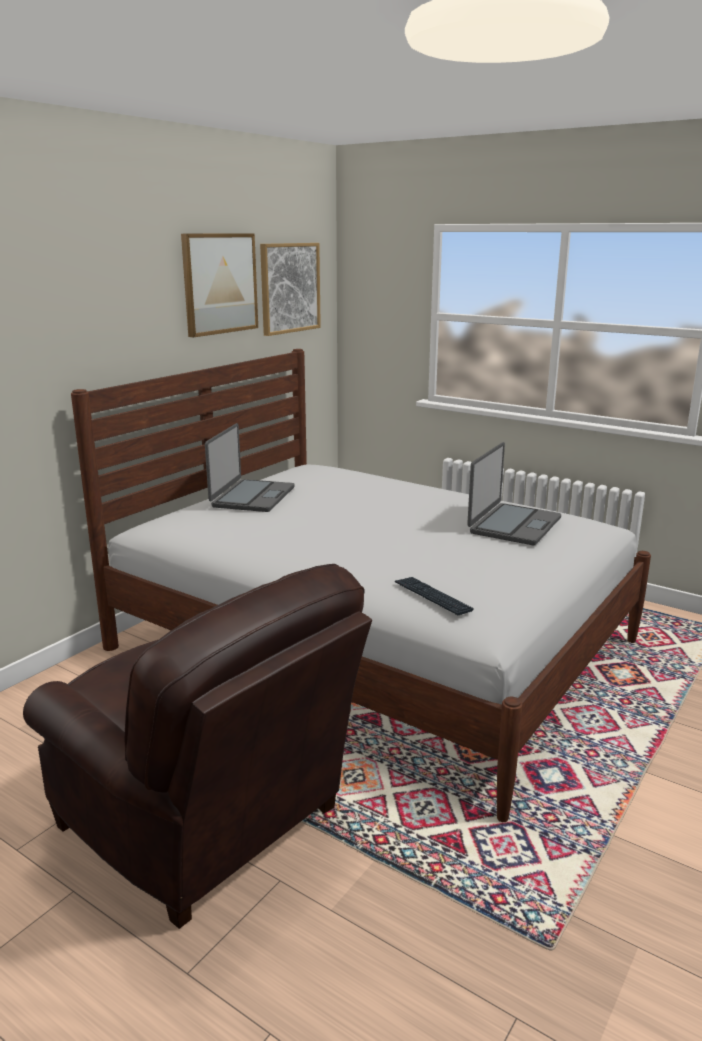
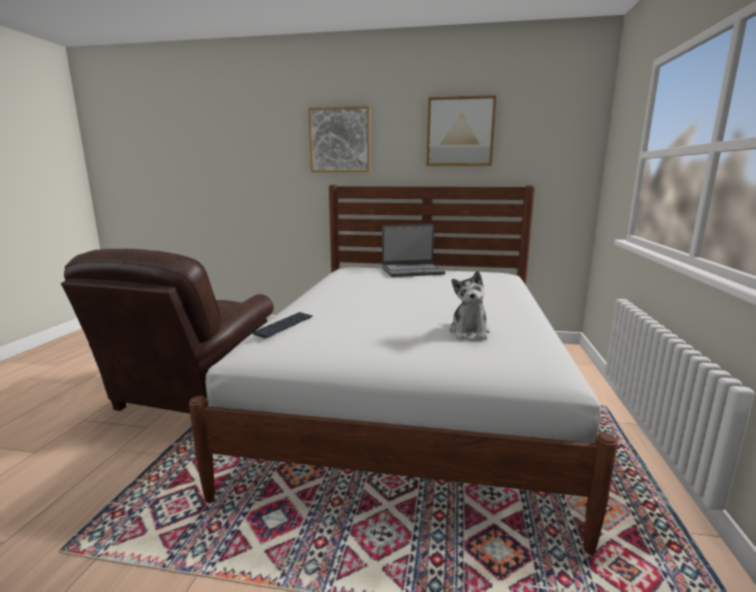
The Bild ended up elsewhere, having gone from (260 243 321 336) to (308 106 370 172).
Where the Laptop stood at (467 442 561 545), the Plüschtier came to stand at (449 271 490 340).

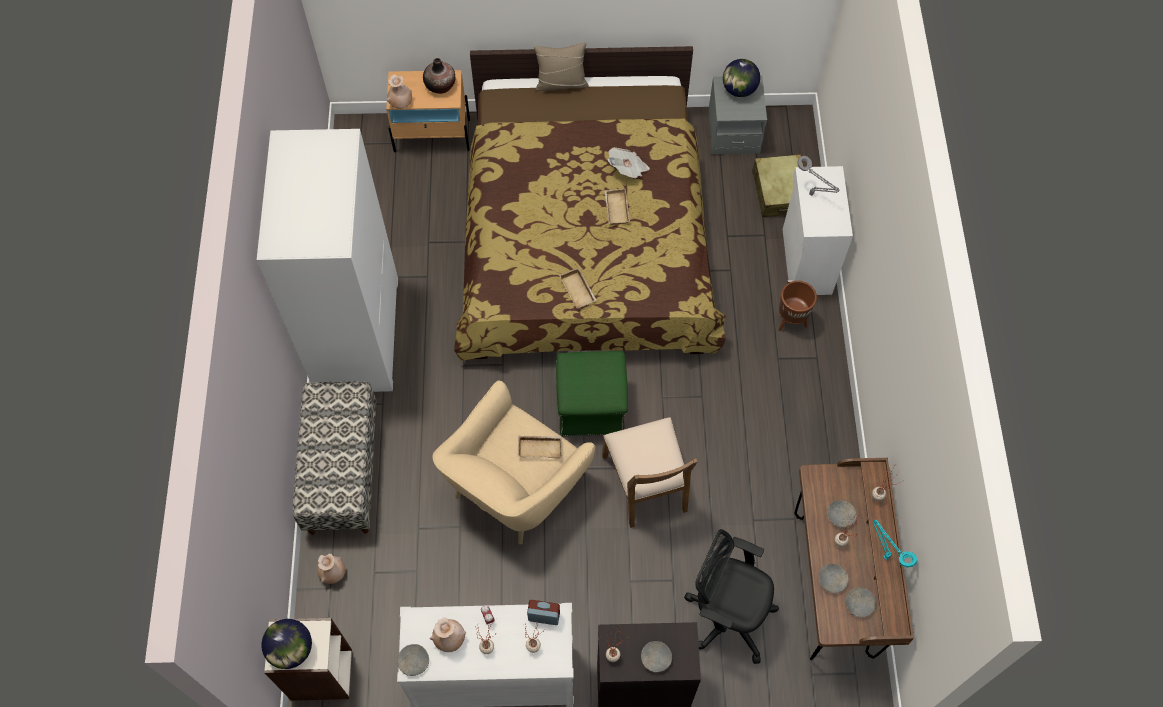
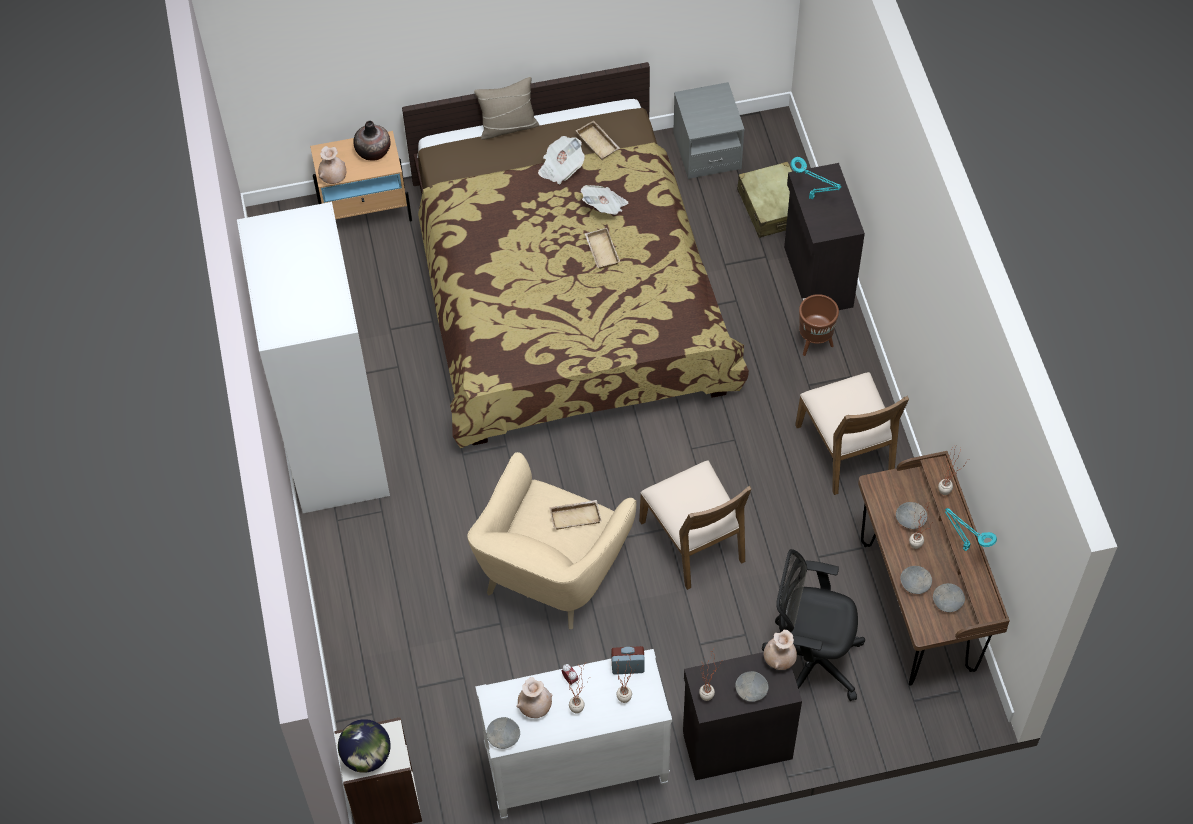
The second view lost the Bank at (293 381 376 535).
The second view lost the Polsterhocker [grün] at (556 351 628 436).
The second view lost the Globus at (723 59 760 97).
The second view gained the Zeitung at (538 136 585 184).
The second view gained the Stuhl [braun] at (795 372 909 495).
The Vase [beige] ended up elsewhere, having gone from (317 554 345 584) to (763 630 797 670).
The Tablett [beige] ended up elsewhere, having gone from (559 267 597 309) to (576 120 620 160).
What was the Schrank [weiß] at (783 166 853 295) turned into the Schrank [schwarz] at (784 163 865 310).
What was the Tischlampe [grau] at (797 156 840 196) turned into the Tischlampe [türkis] at (791 157 841 200).

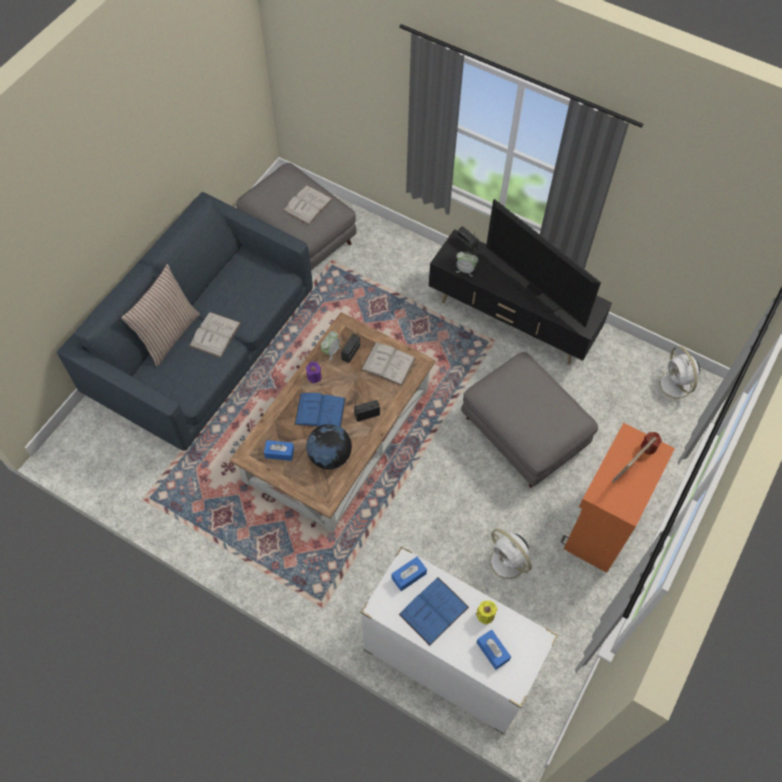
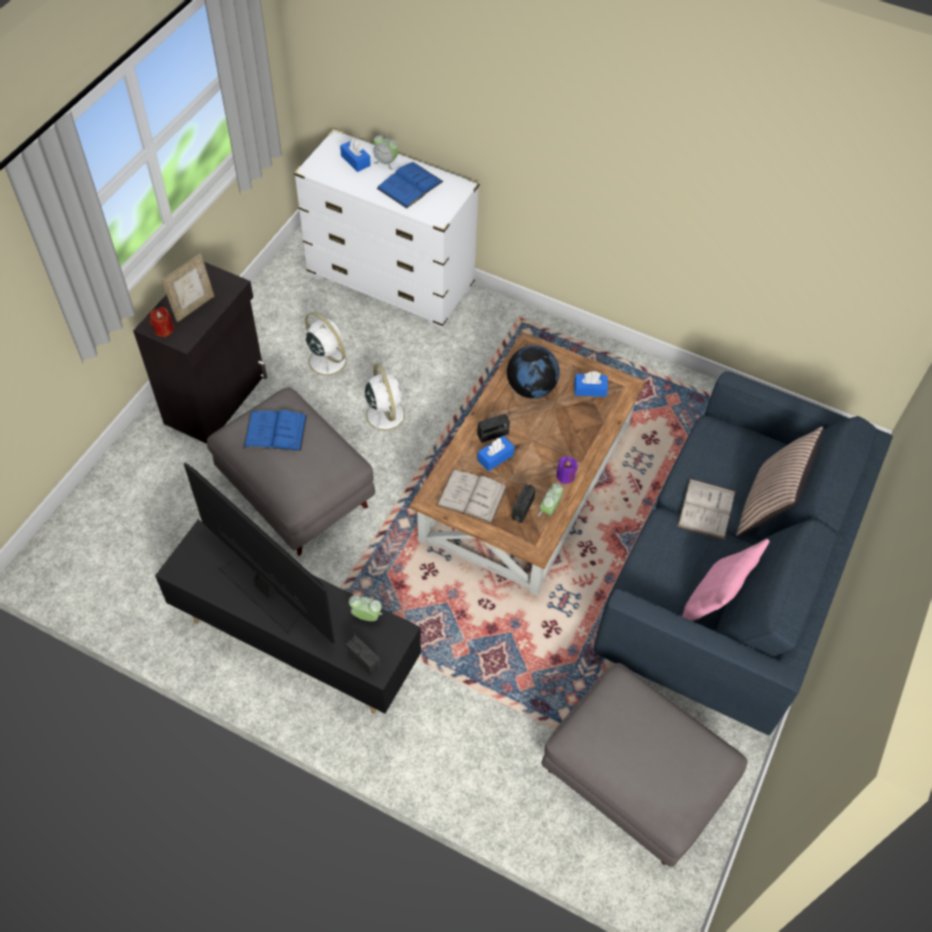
The second view lost the Buch [weiß] at (283 185 333 225).
The second view lost the Kerze [gelb] at (476 601 497 625).
The second view gained the Wecker at (373 134 398 170).
The second view gained the Kissen [rosa] at (682 539 770 621).
The Buch [blau] ended up elsewhere, having gone from (294 393 346 427) to (243 410 307 452).
The Taschentuchbox [blau] ended up elsewhere, having gone from (391 557 427 591) to (477 436 514 471).
The Ventilator [weiß] ended up elsewhere, having gone from (652 346 700 406) to (356 364 413 441).
What was the Schrank [orange] at (561 423 675 573) turned into the Schrank [schwarz] at (133 262 267 444).

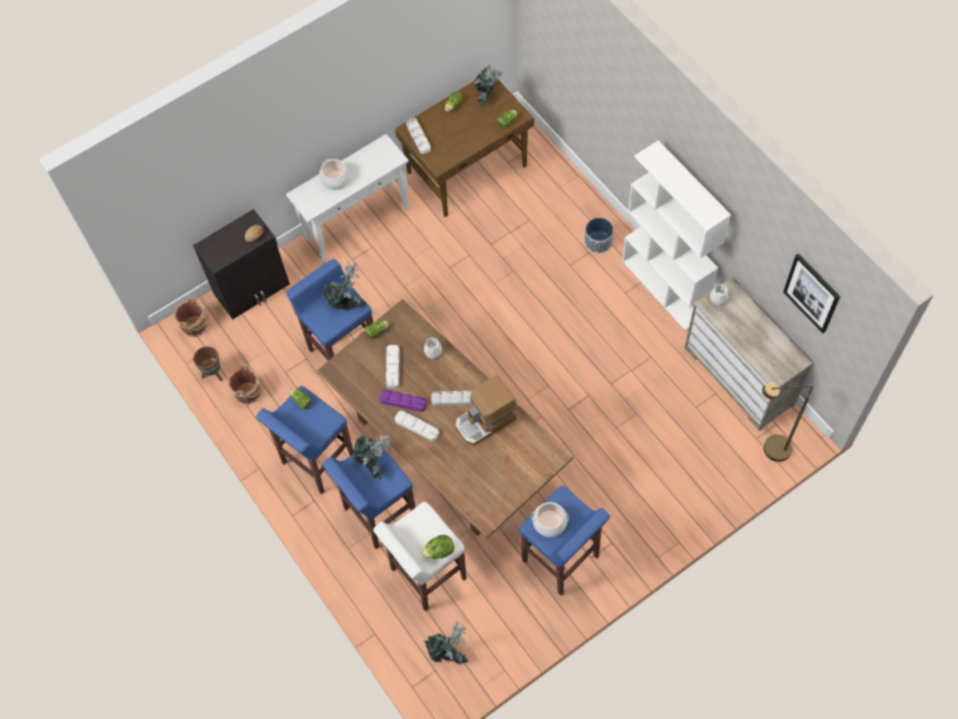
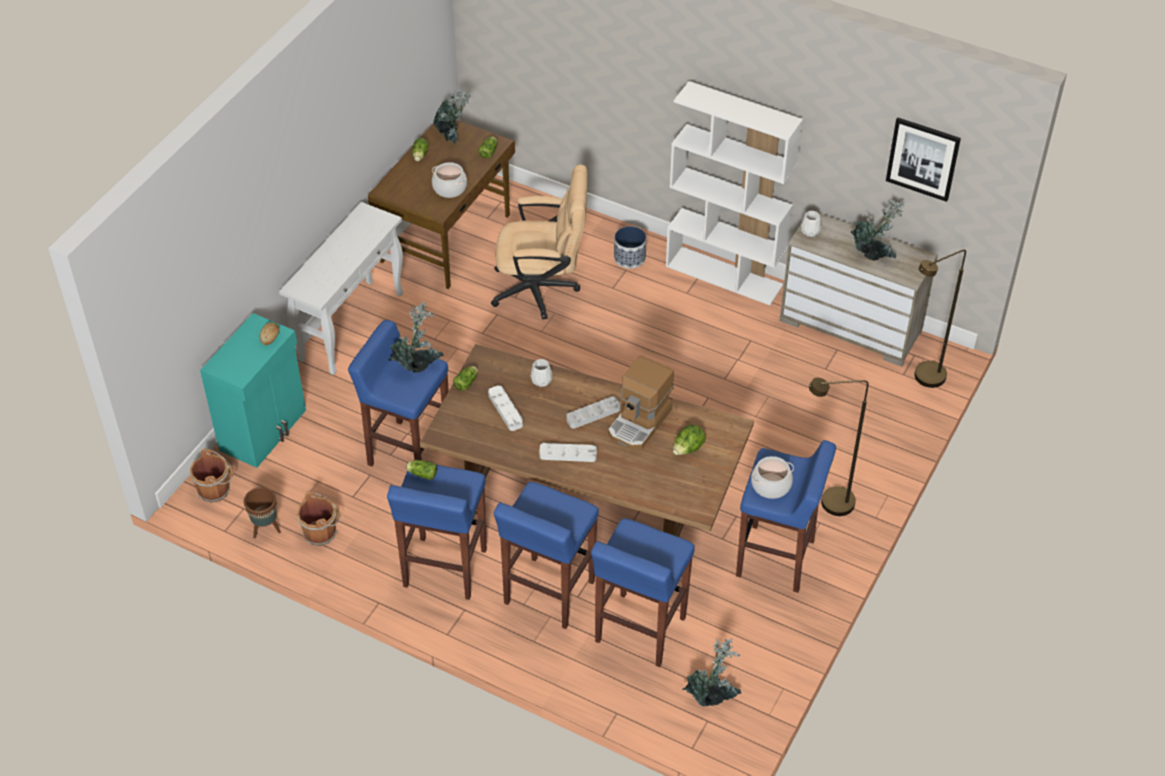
The second view lost the Tablett [lila] at (380 390 427 412).
The second view lost the Tablett [weiß] at (406 118 431 154).
The second view gained the Bürostuhl [beige] at (491 164 587 320).
The second view gained the Stehlampe [braun] at (809 378 869 516).
The Kochtopf ended up elsewhere, having gone from (319 159 350 190) to (432 162 467 198).
The Topfpflanze ended up elsewhere, having gone from (353 435 390 480) to (851 200 905 261).
The Salatkopf ended up elsewhere, having gone from (421 535 454 559) to (673 425 706 455).
What was the Schrank [schwarz] at (193 209 290 320) turned into the Schrank [türkis] at (200 313 306 468).
What was the Hocker [weiß] at (373 502 467 611) turned into the Hocker [blau] at (591 518 695 667).

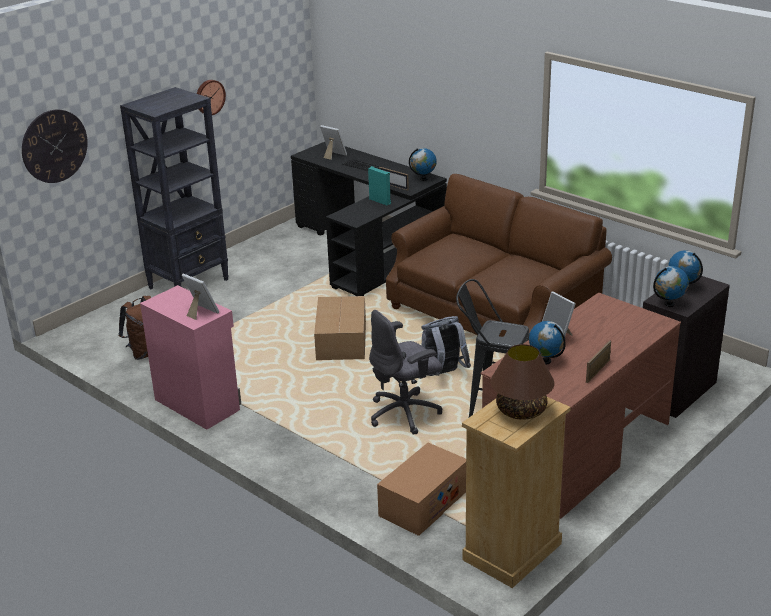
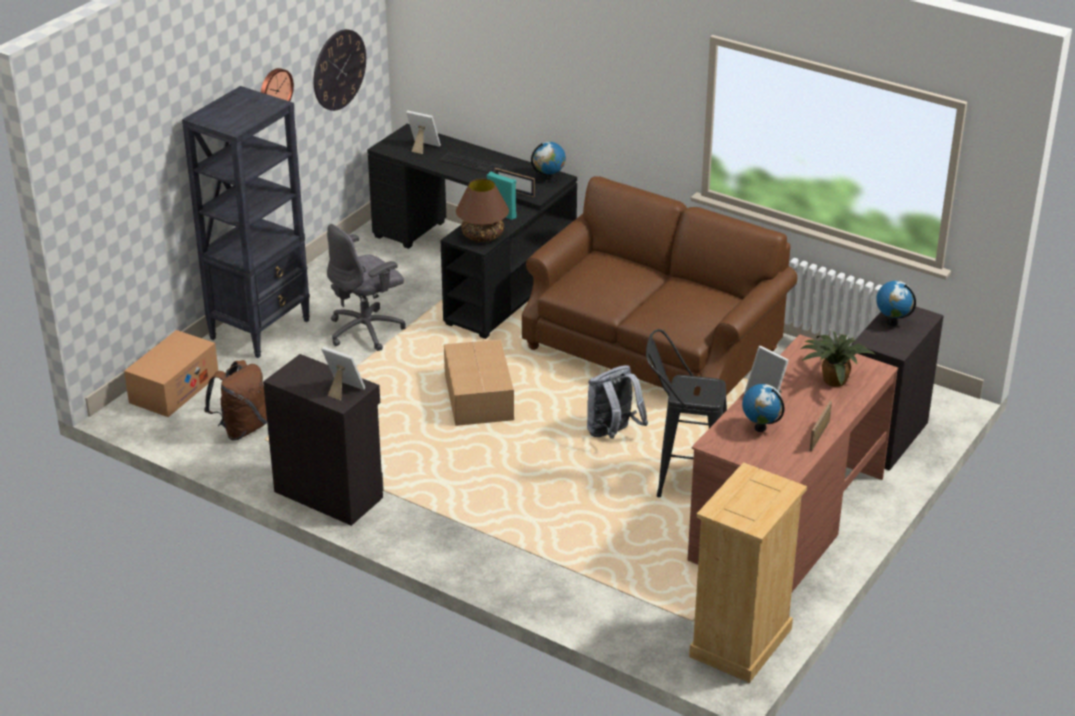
The second view lost the Globus at (653 266 689 307).
The second view gained the Topfpflanze at (801 331 875 387).
The Wanduhr ended up elsewhere, having gone from (22 110 88 183) to (313 29 366 111).
The Bürostuhl [grau] ended up elsewhere, having gone from (369 310 442 434) to (327 224 405 351).
The Karton ended up elsewhere, having gone from (377 443 466 536) to (124 330 218 417).
The Tischlampe [braun] ended up elsewhere, having gone from (490 344 555 420) to (456 179 509 242).
What was the Schrank [rosa] at (140 285 241 430) turned into the Schrank [schwarz] at (263 354 384 526).

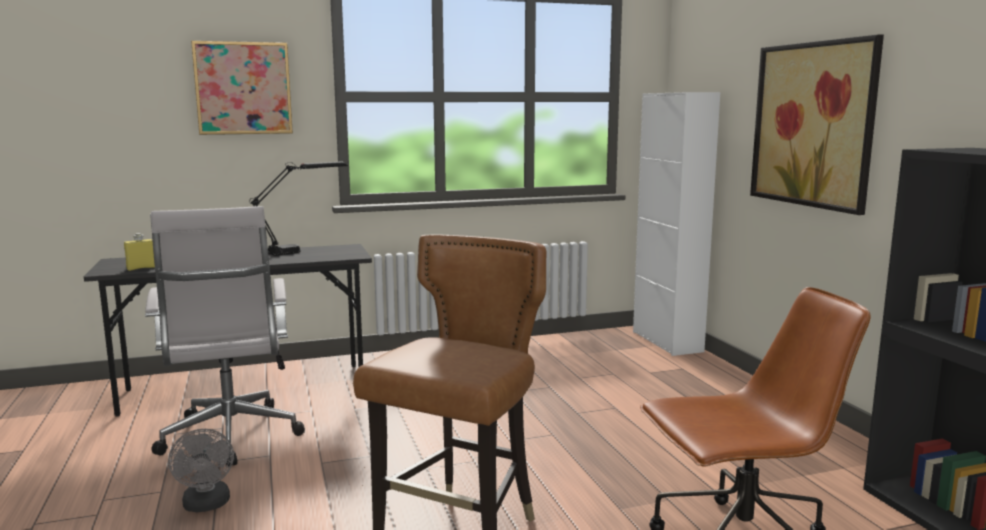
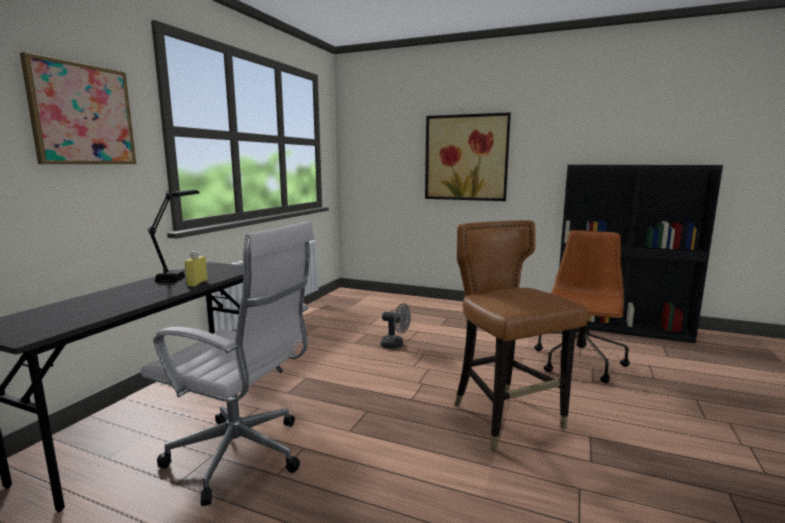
The second view lost the Schrank [weiß] at (633 92 720 356).
The Flasche [gelb] ended up elsewhere, having gone from (124 233 155 271) to (185 251 208 286).
The Ventilator [grau] ended up elsewhere, having gone from (168 429 234 512) to (380 303 411 349).

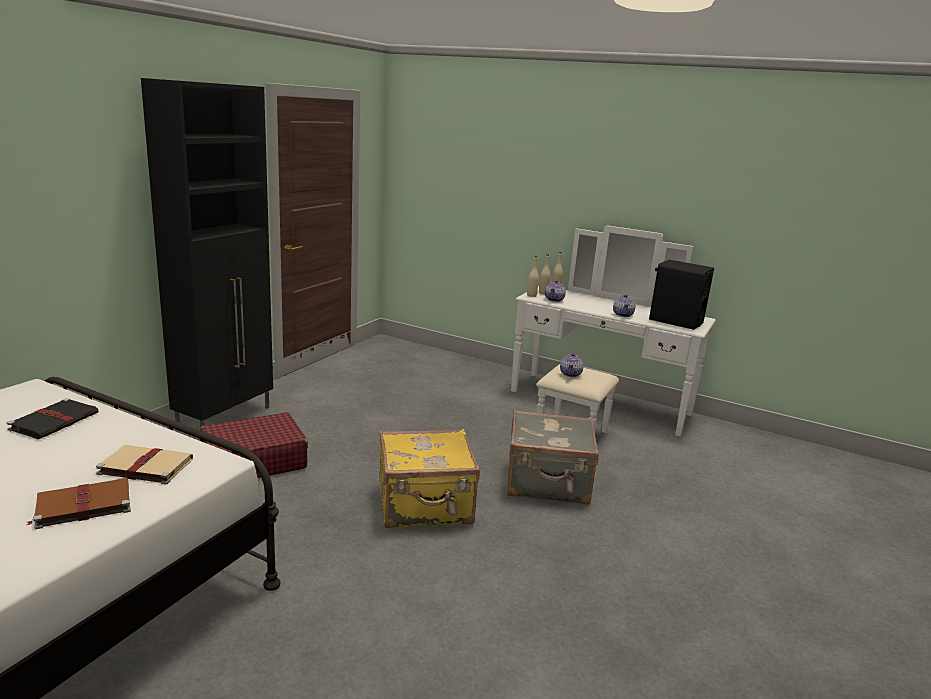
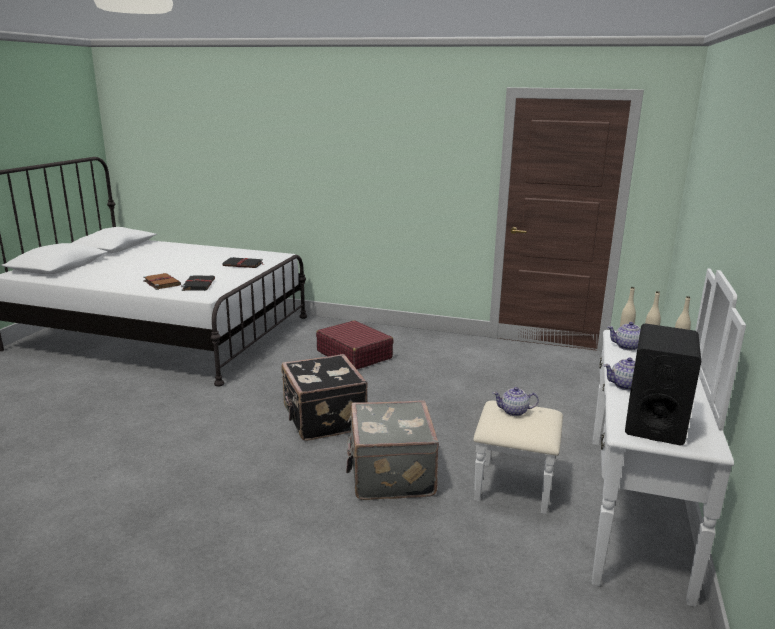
The second view lost the Schrank [schwarz] at (141 78 273 428).
What was the Buch [beige] at (96 445 193 484) turned into the Buch [schwarz] at (181 275 215 291).
What was the Koffer [gelb] at (379 429 480 528) turned into the Koffer [schwarz] at (281 354 368 441).

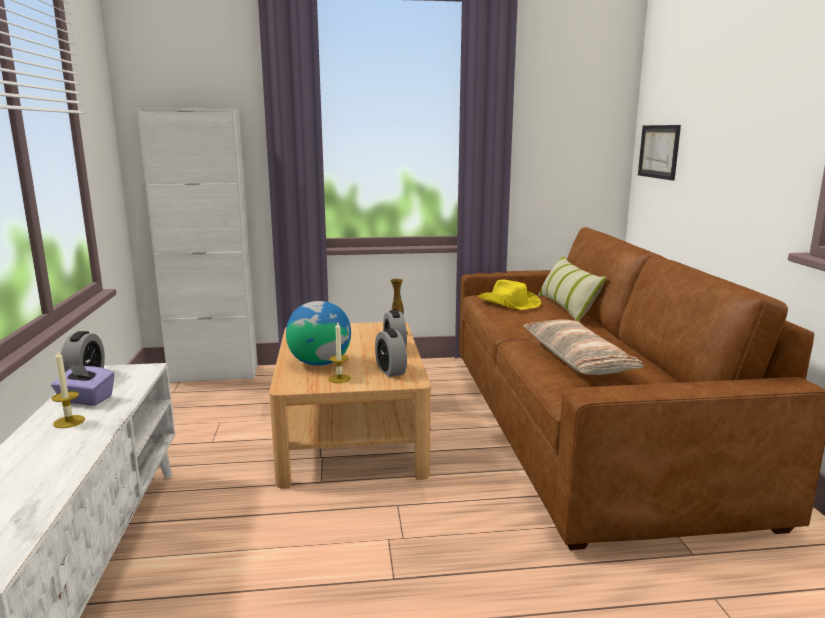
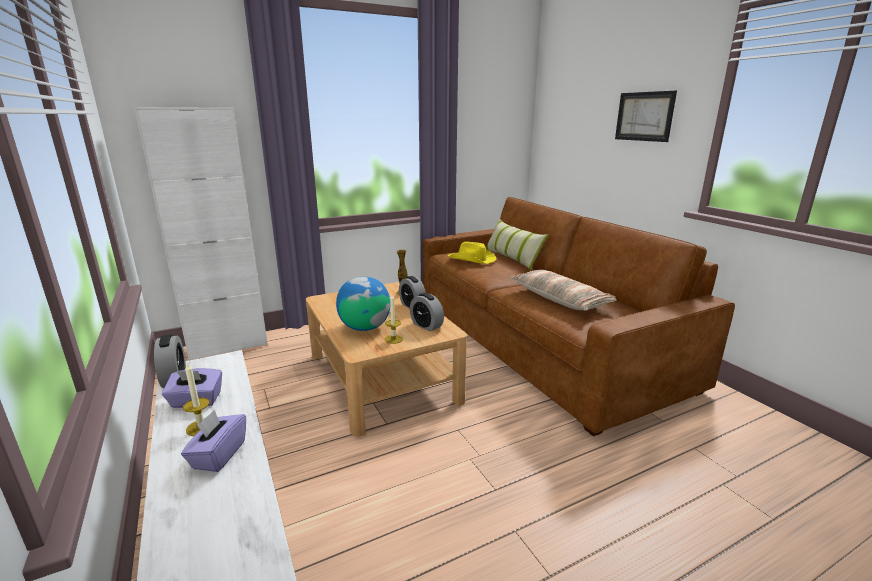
The second view gained the Taschentuchbox [lila] at (181 410 246 472).
The Bild ended up elsewhere, having gone from (638 125 681 181) to (615 91 677 142).

